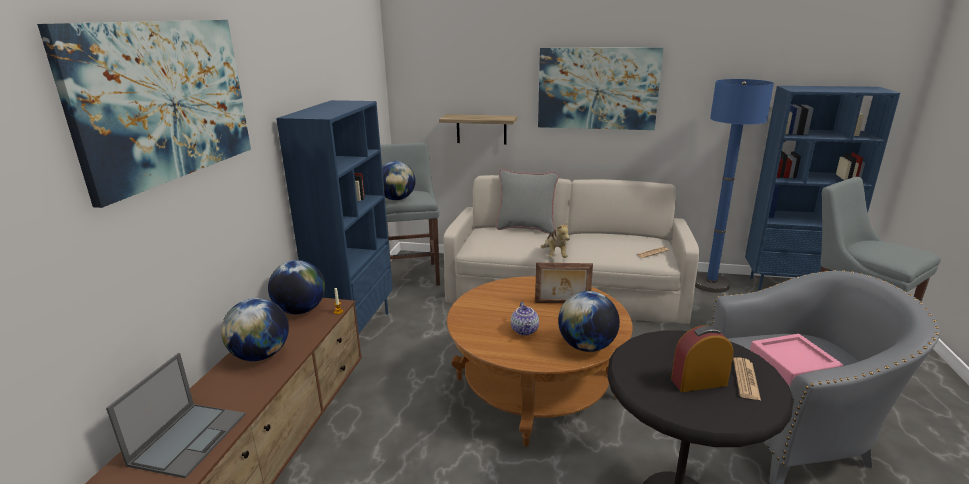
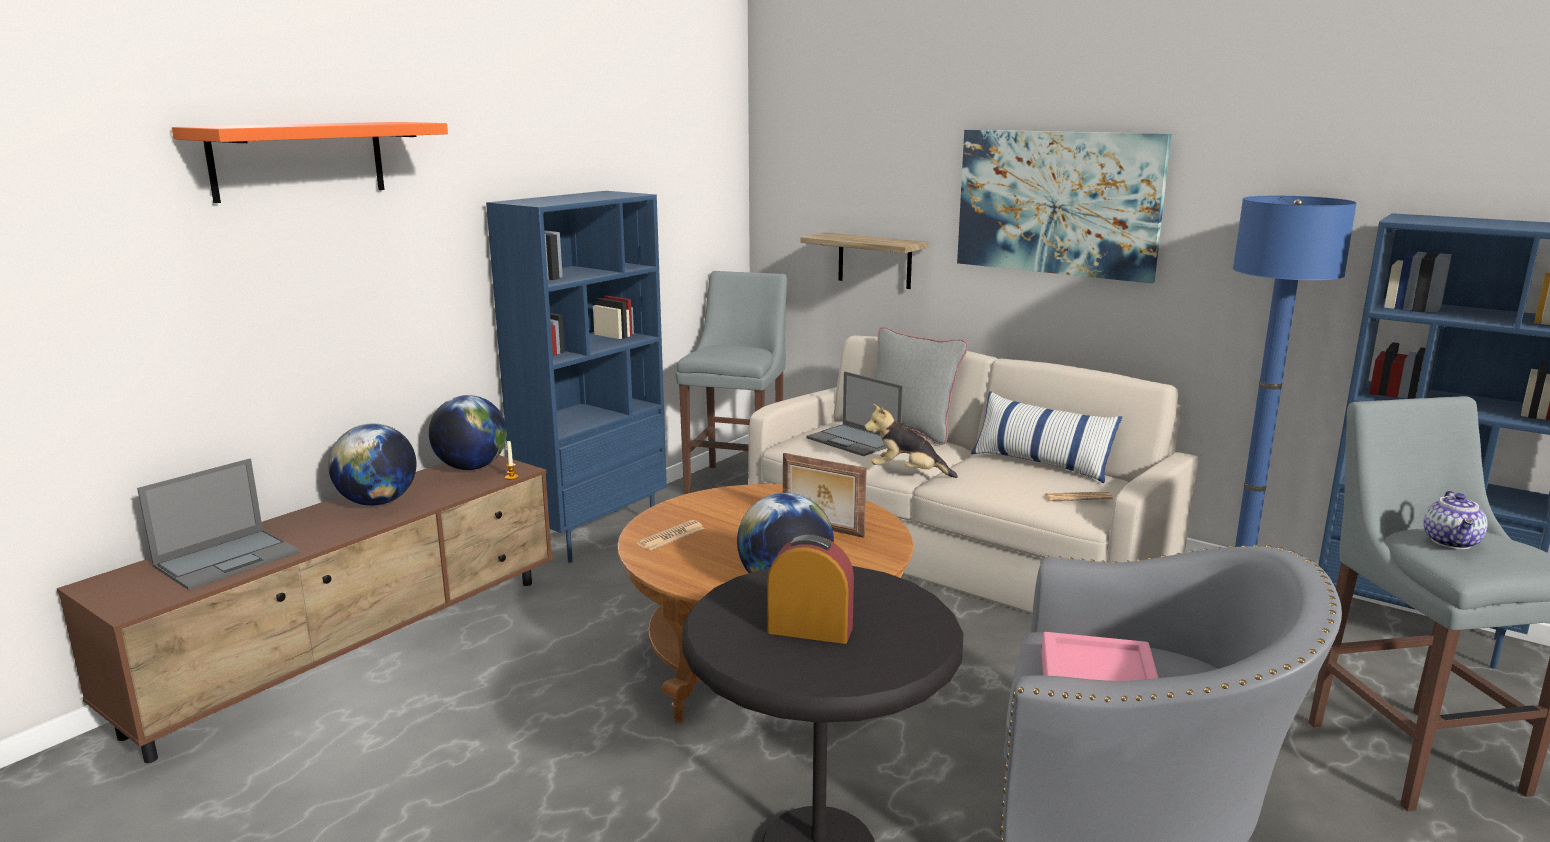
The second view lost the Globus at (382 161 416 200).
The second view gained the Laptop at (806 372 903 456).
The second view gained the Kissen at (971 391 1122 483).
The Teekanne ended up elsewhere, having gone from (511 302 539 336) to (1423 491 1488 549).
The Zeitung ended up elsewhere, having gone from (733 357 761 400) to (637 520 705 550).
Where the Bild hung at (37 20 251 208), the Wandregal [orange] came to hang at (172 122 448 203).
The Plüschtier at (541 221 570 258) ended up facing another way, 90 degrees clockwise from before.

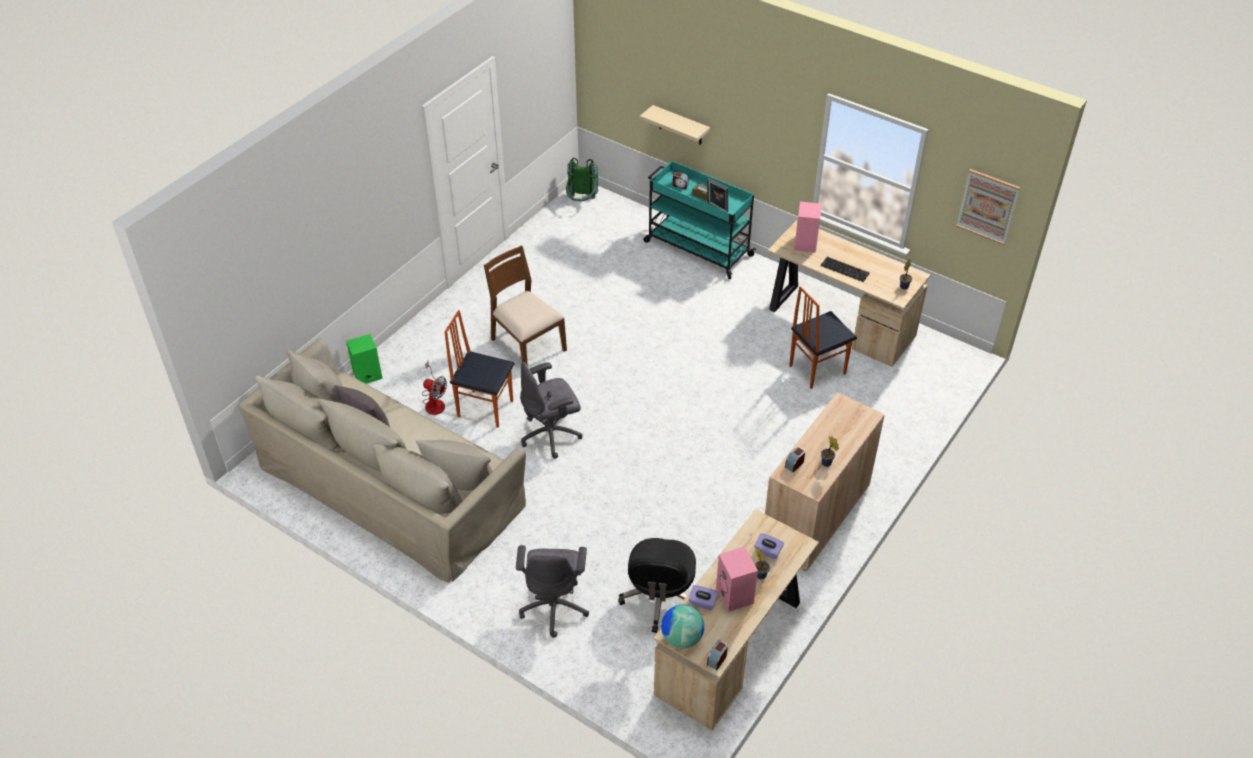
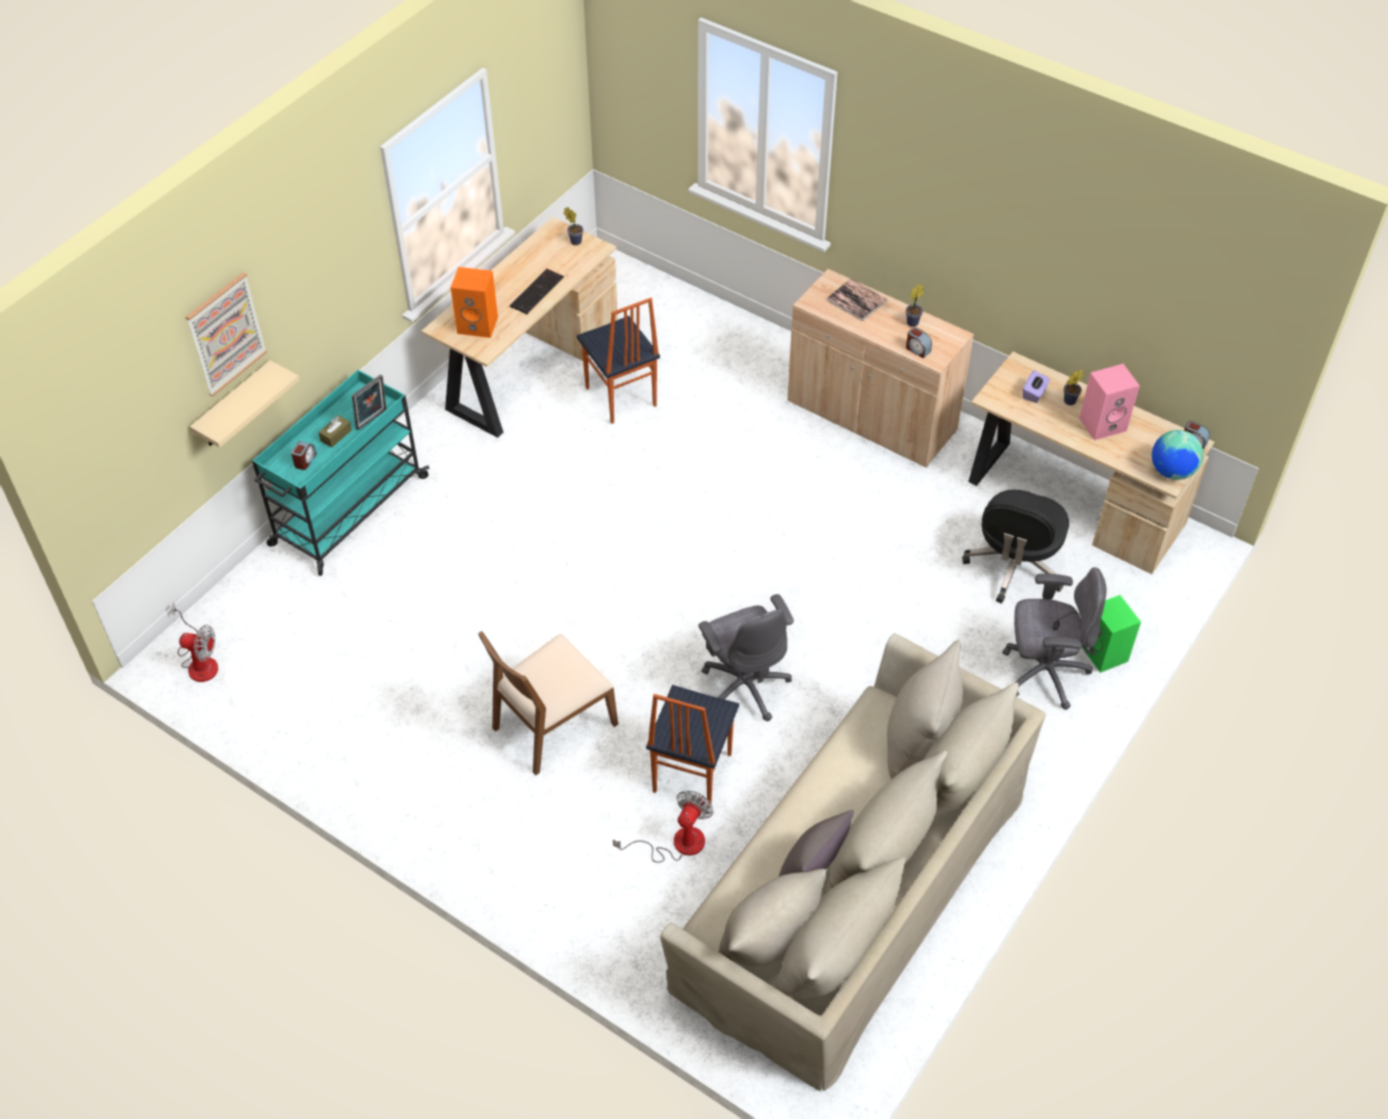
The second view lost the Taschentuchbox [lila] at (689 585 718 610).
The second view gained the Buch at (827 279 887 321).
The Lautsprecher [grün] ended up elsewhere, having gone from (346 334 383 384) to (1081 595 1141 673).
The Bild ended up elsewhere, having gone from (956 169 1020 245) to (186 272 267 397).
Where the Rucksack [grün] stood at (566 158 598 201), the Ventilator came to stand at (171 603 218 682).
What was the Lautsprecher [rosa] at (794 202 822 253) turned into the Lautsprecher [orange] at (450 267 498 338).
The Bürostuhl [schwarz] at (618 538 696 633) ended up facing another way, 105 degrees clockwise from before.

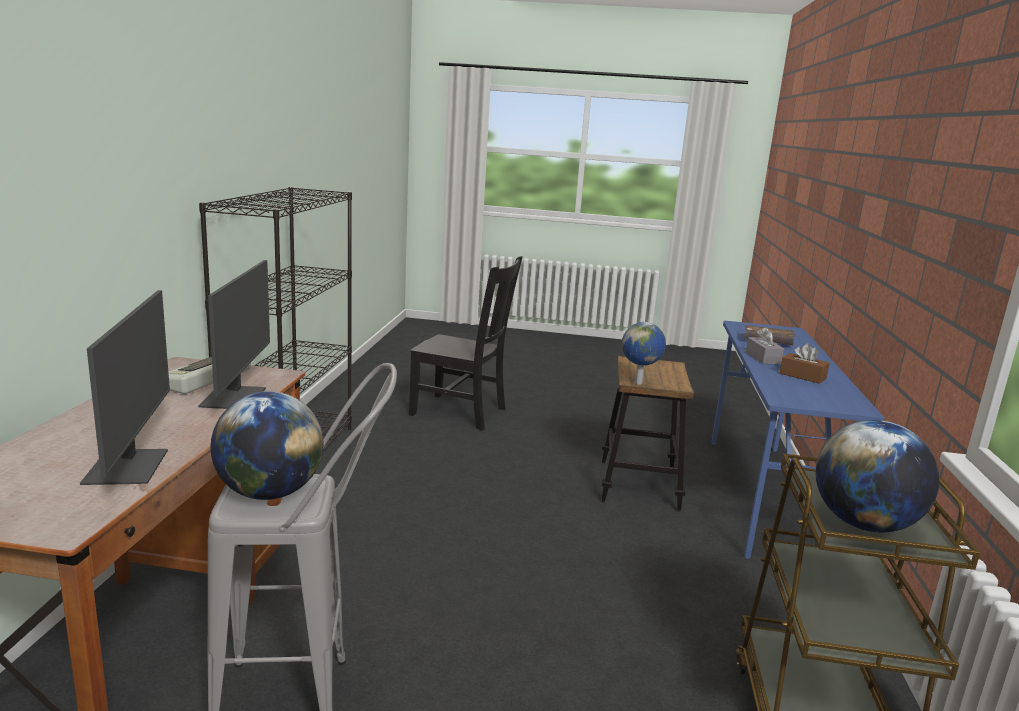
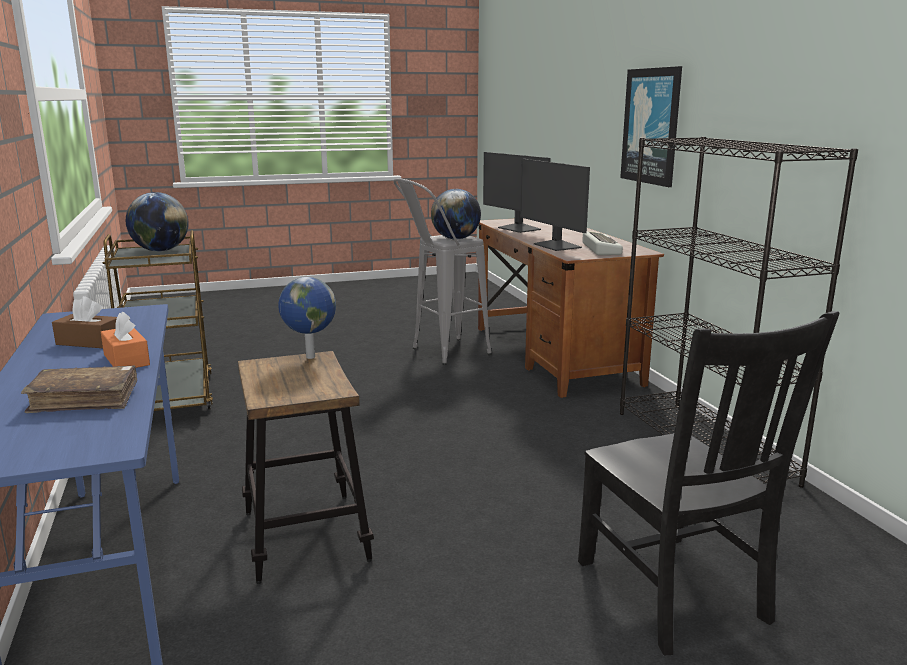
The second view gained the Bild at (620 66 682 187).
What was the Taschentuchbox [grau] at (746 327 784 364) turned into the Taschentuchbox [orange] at (101 311 150 368).
The Stuhl [schwarz] at (409 256 523 431) ended up facing another way, 105 degrees counterclockwise from before.

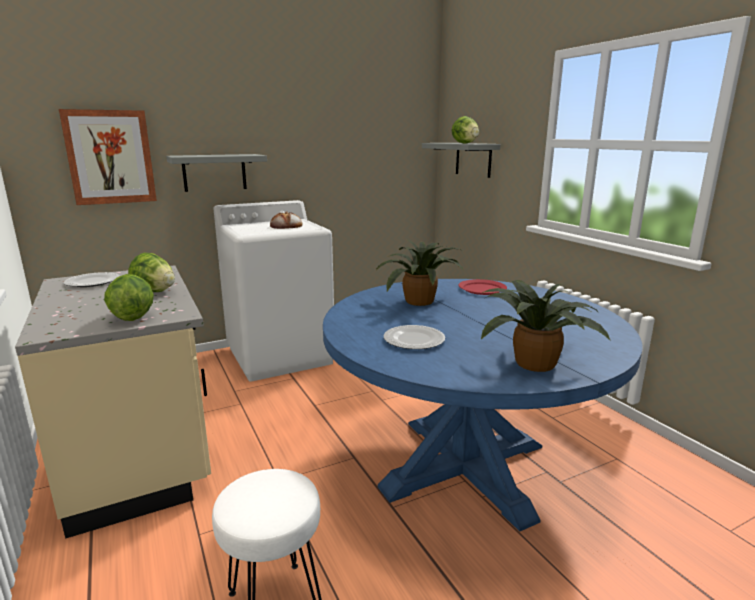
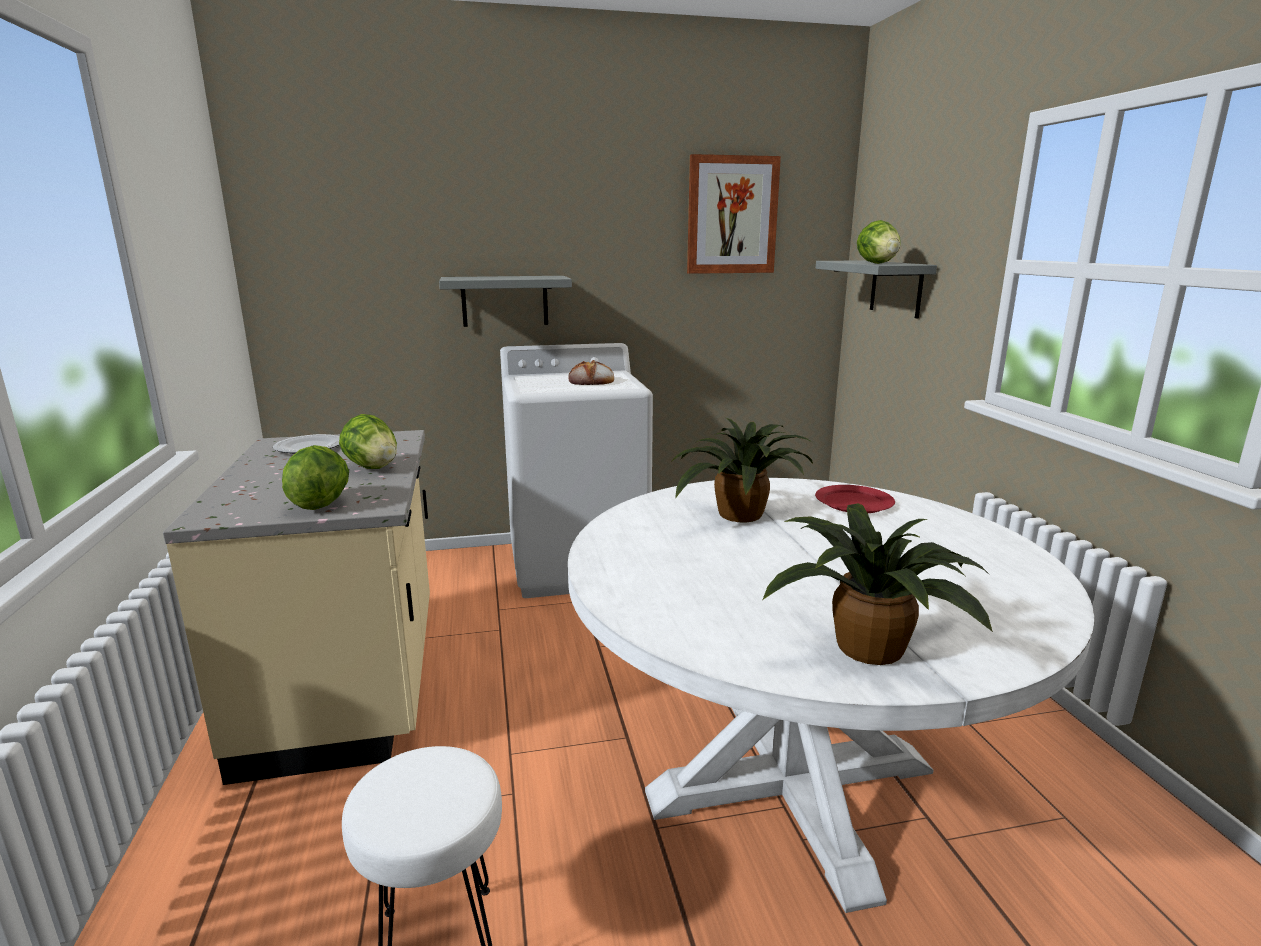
The second view lost the Teller at (384 325 445 349).
The Bild ended up elsewhere, having gone from (59 109 157 205) to (687 154 781 274).
What was the Esstisch [blau] at (323 279 643 532) turned into the Esstisch [weiß] at (568 478 1094 913).

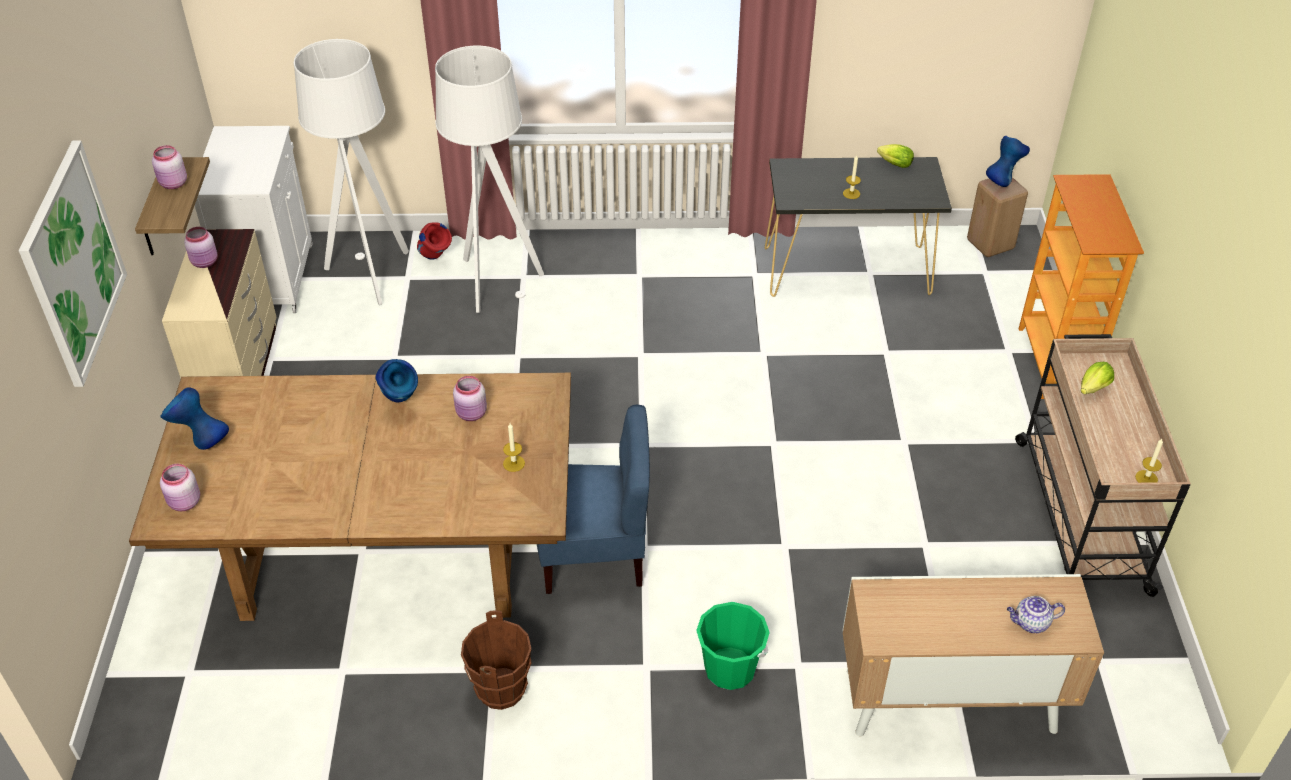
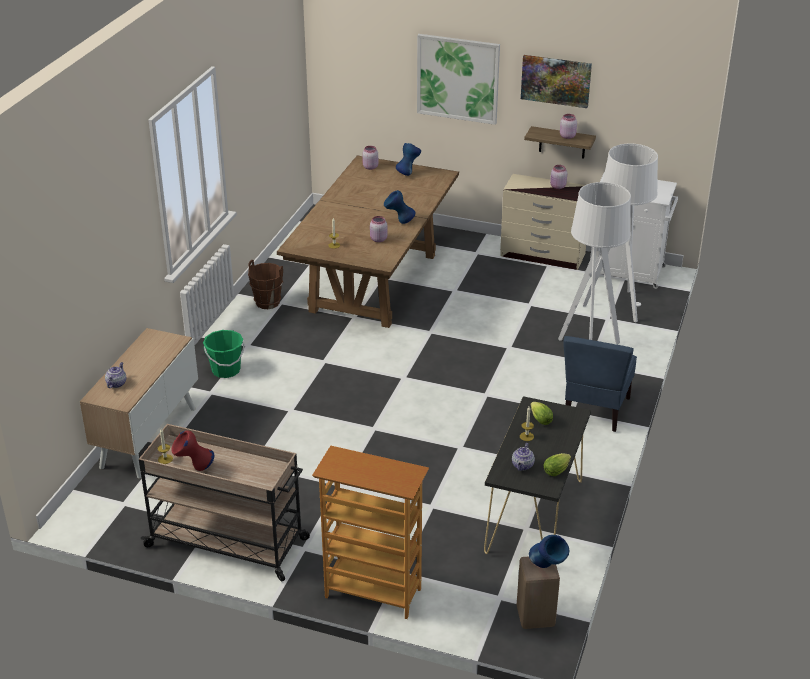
The second view gained the Teekanne at (512 443 535 471).
The second view gained the Bild at (521 55 592 108).
The Vase [rot] ended up elsewhere, having gone from (417 222 452 260) to (171 431 214 471).
The Stuhl [blau] ended up elsewhere, having gone from (537 405 650 594) to (564 336 637 432).
The Salatkopf ended up elsewhere, having gone from (1081 362 1114 394) to (531 402 553 425).

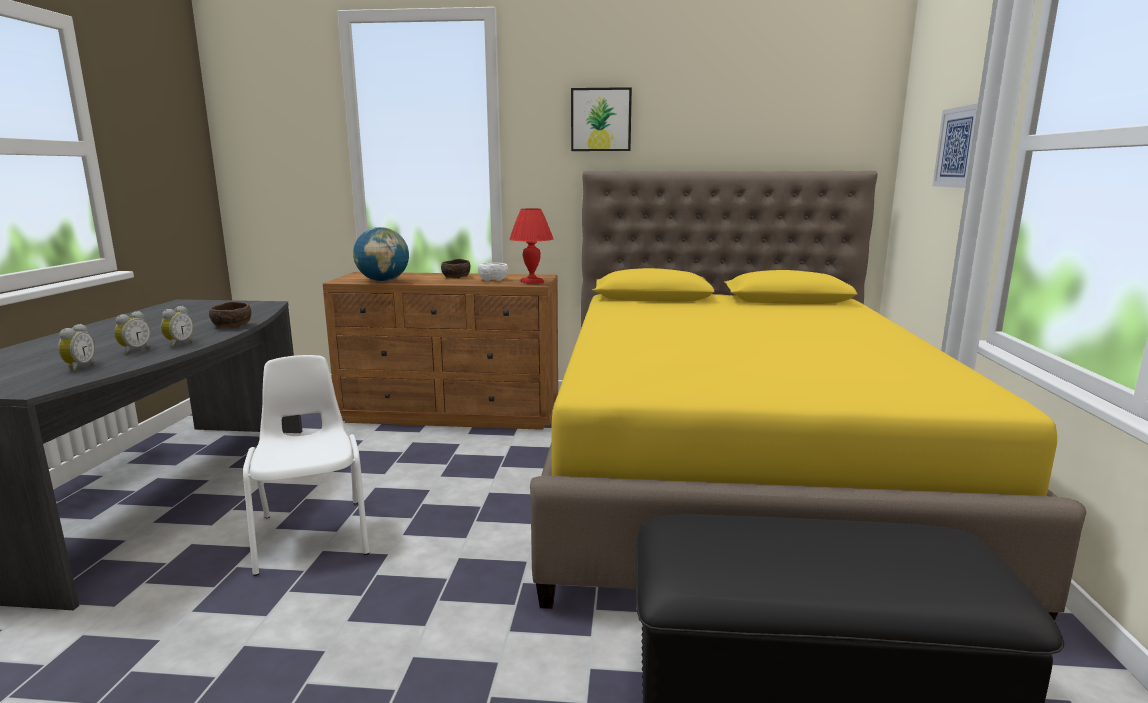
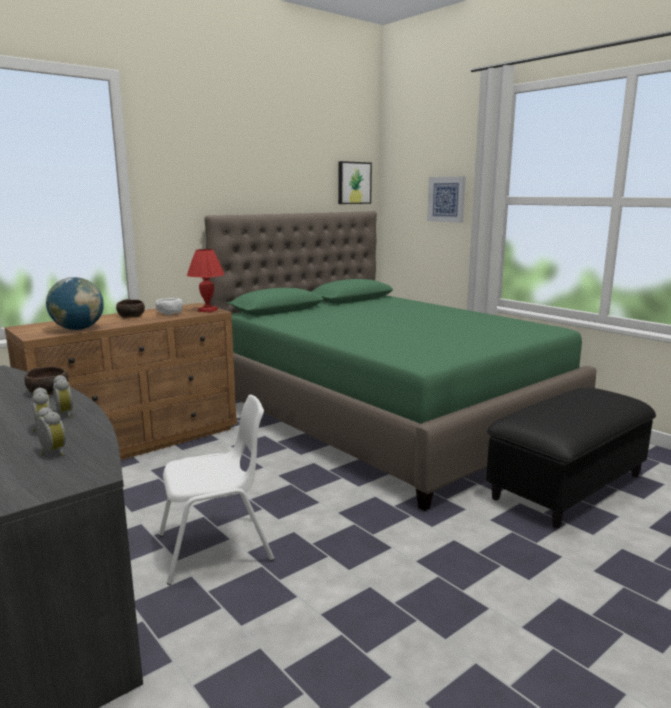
The Bild ended up elsewhere, having gone from (571 87 632 151) to (338 161 372 204).
What was the Bett [gelb] at (530 171 1086 621) turned into the Bett [grün] at (204 211 597 511).
The Stuhl [weiß] at (243 355 369 576) ended up facing another way, 135 degrees clockwise from before.

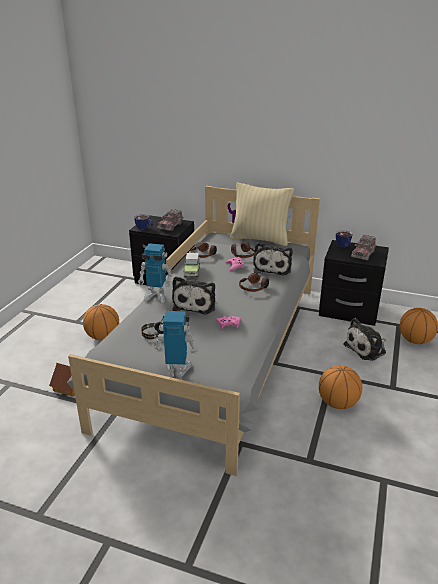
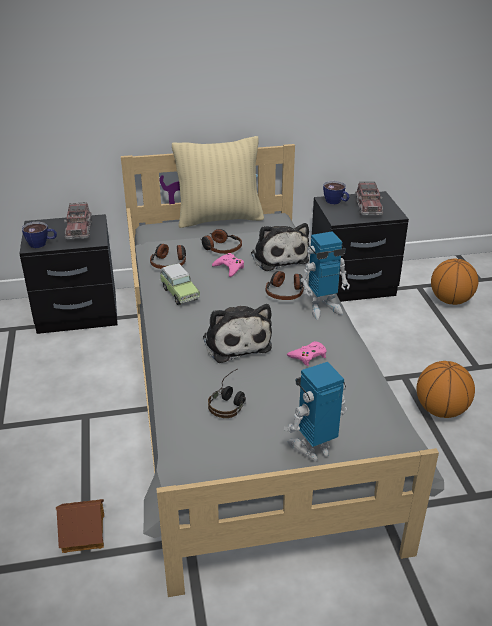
The second view lost the Basketball at (83 304 119 340).
The second view lost the Plüschtier at (343 318 386 361).
The Spielzeugroboter ended up elsewhere, having gone from (138 243 172 303) to (300 231 350 320).

